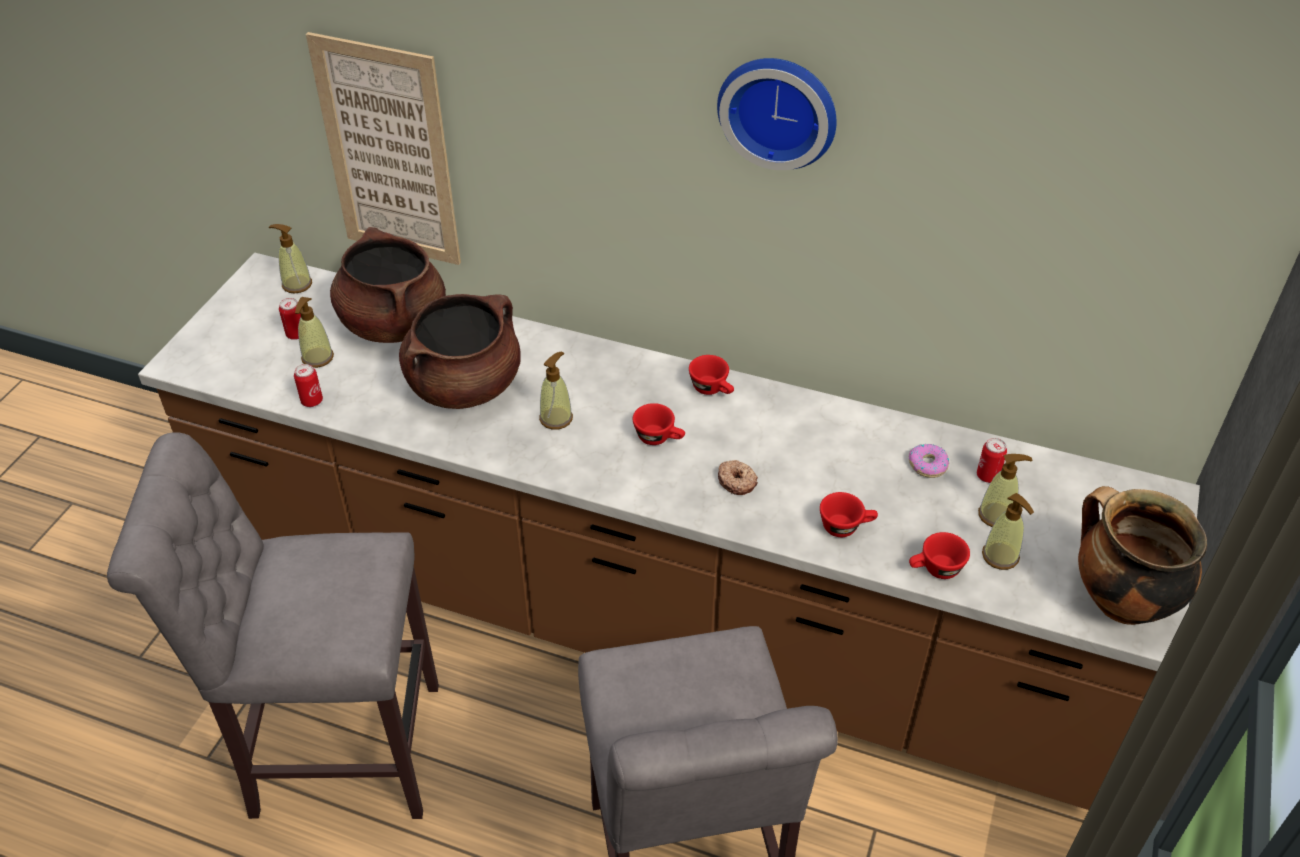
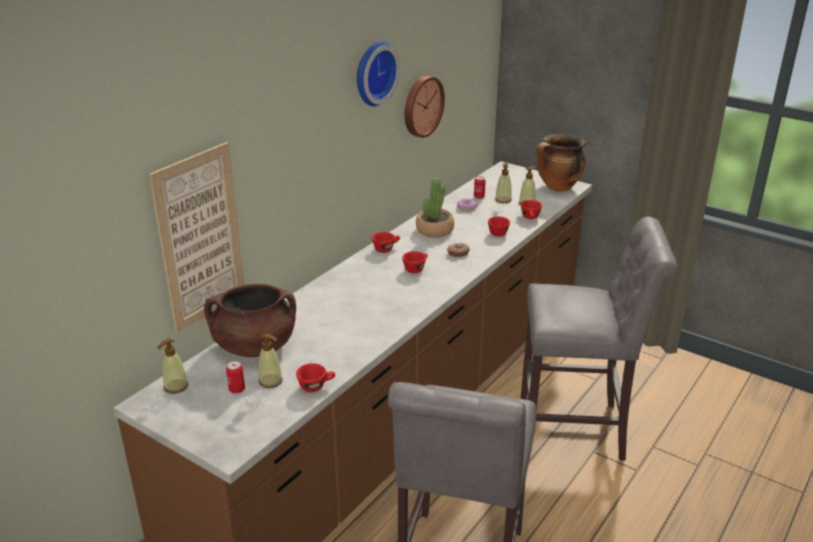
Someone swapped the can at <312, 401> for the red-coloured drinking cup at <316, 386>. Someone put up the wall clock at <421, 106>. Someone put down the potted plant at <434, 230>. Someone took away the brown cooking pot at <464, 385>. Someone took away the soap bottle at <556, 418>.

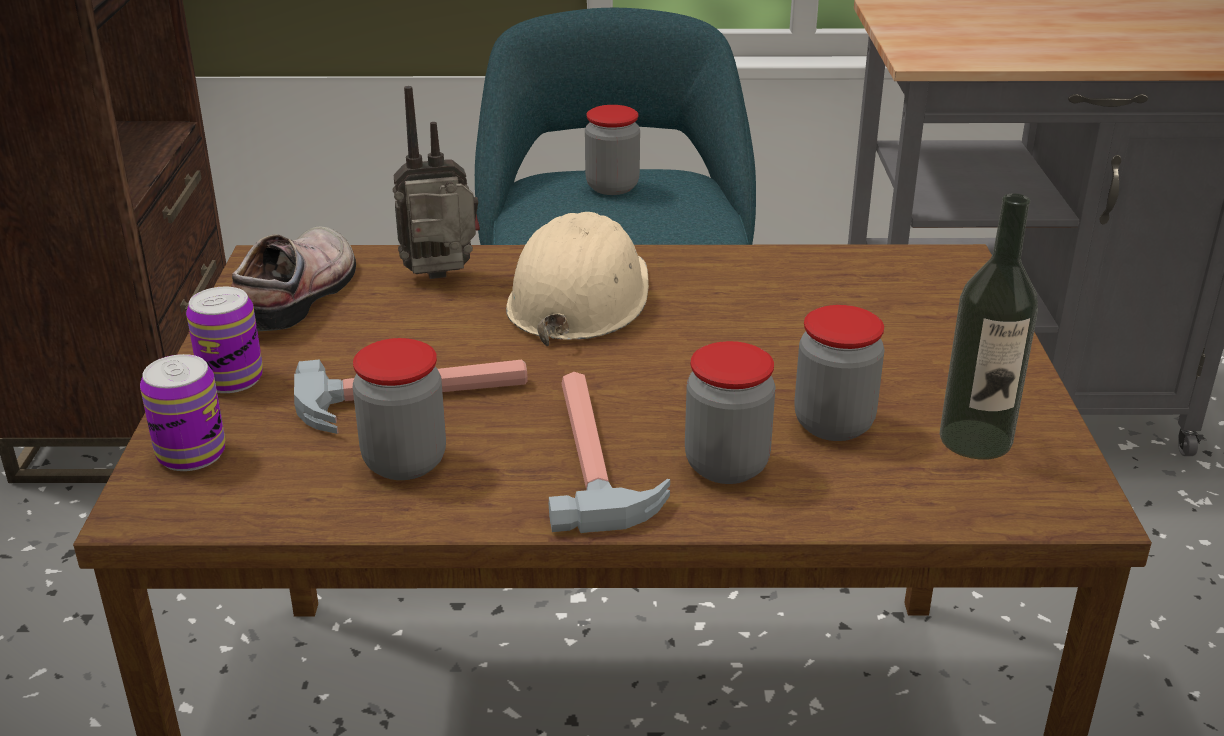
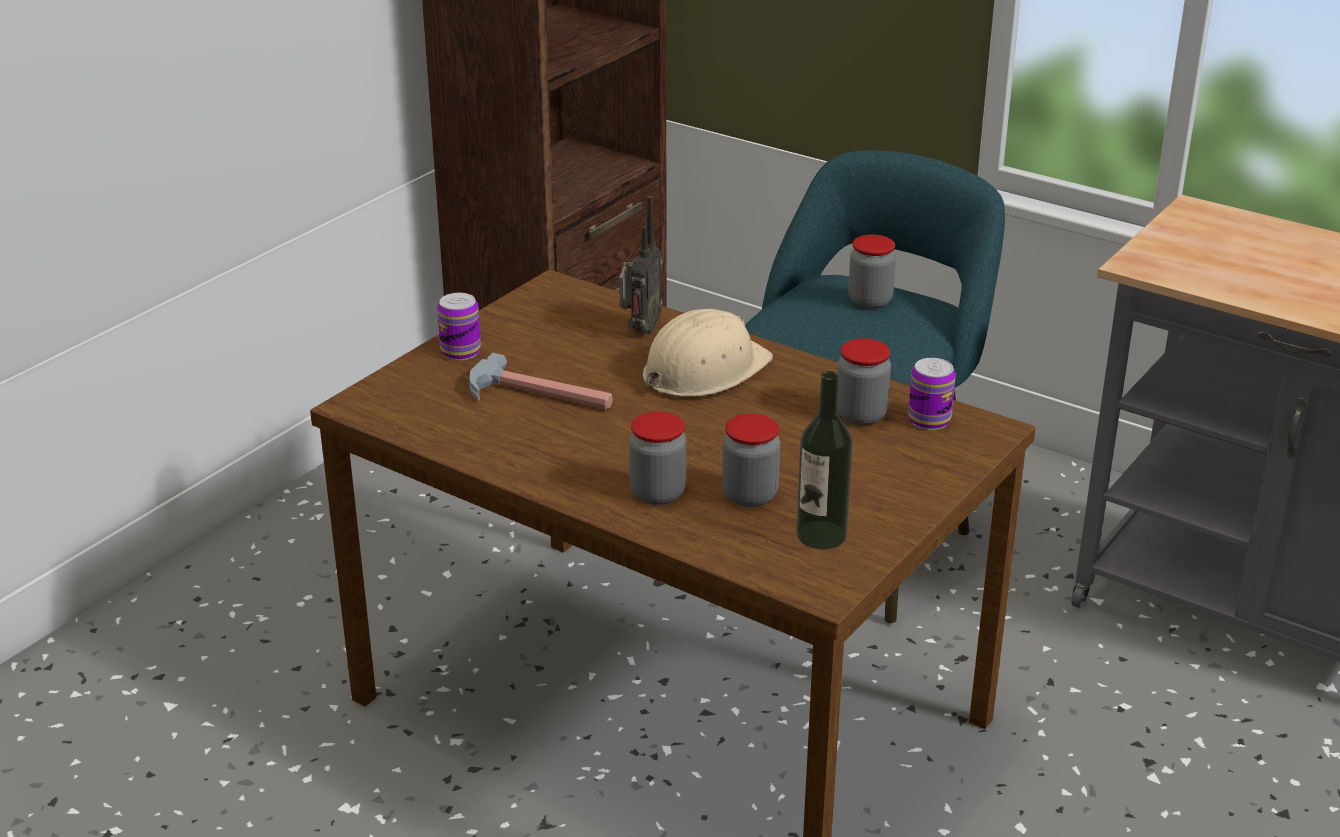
Someone rotated the radio at <443, 279> by 90 degrees clockwise. Someone carried the preserve jar from <405, 462> to <861, 415>. Someone carried the can from <191, 454> to <929, 420>. Someone took away the shoe at <301, 295>. Someone took away the tool hammer at <597, 456>.

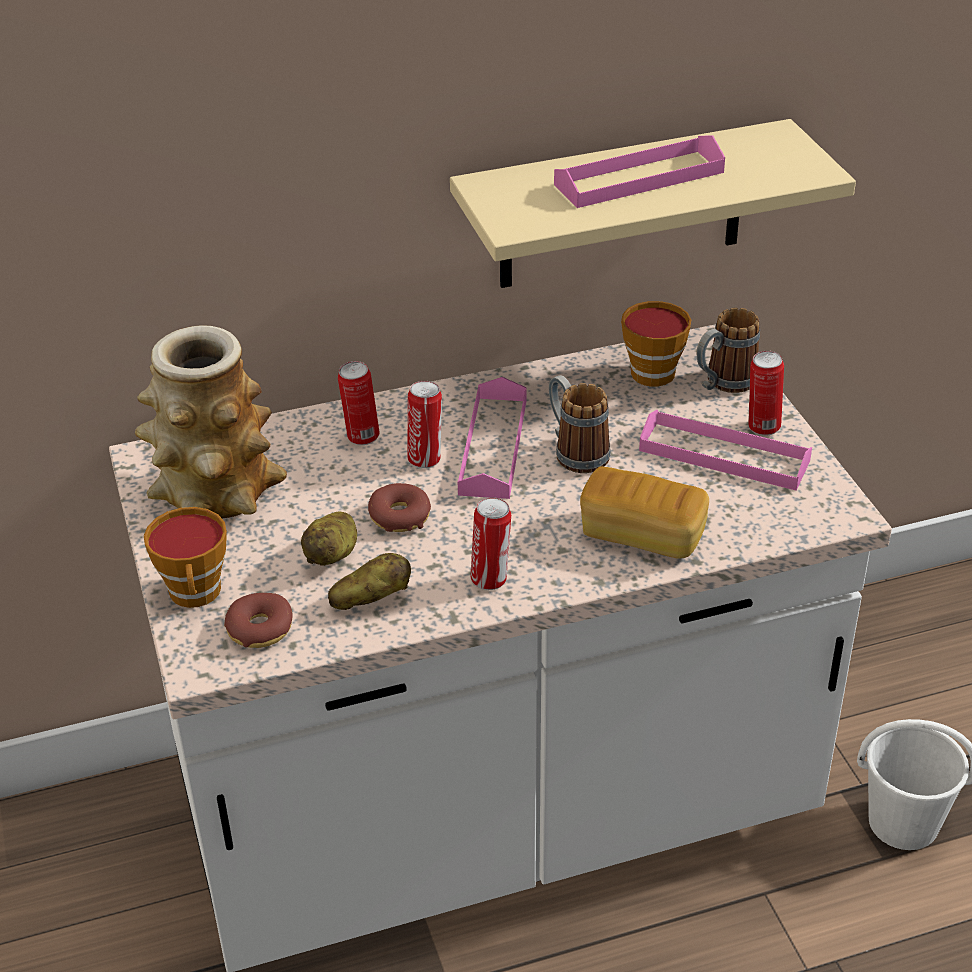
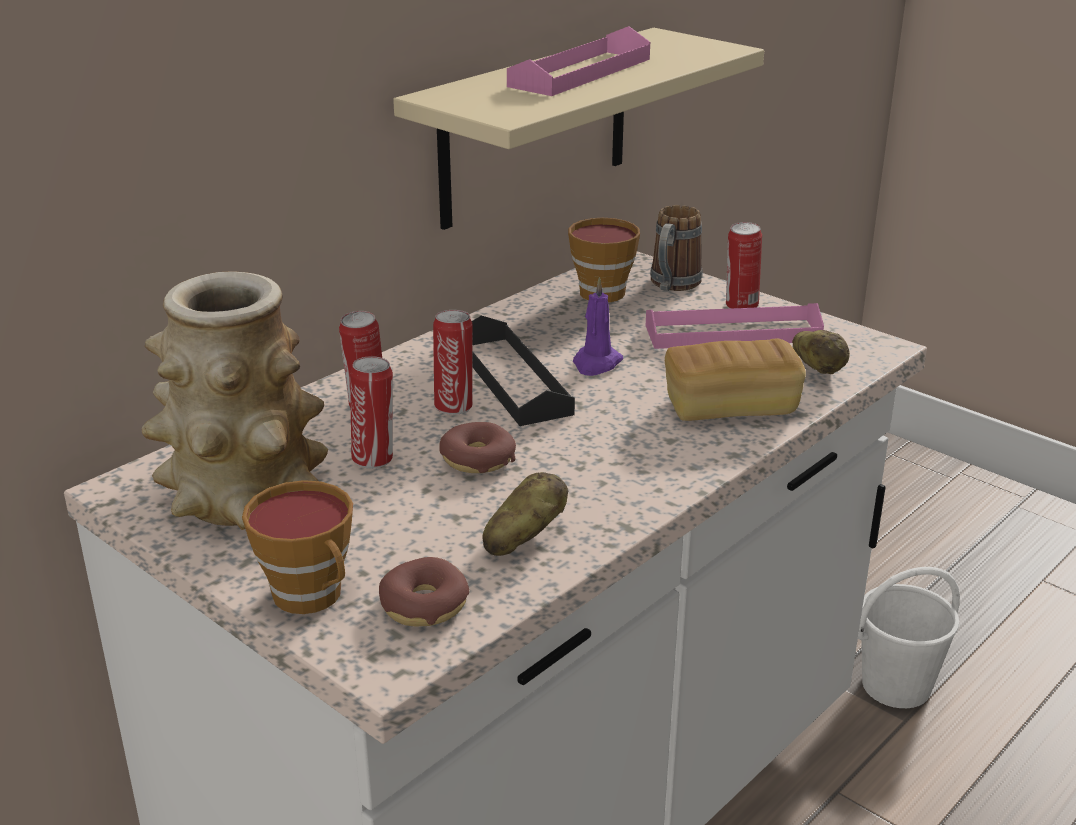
Someone carried the can from <491, 579> to <374, 459>. Someone repainted the pink-coloured serving tray at <493, 446>, which became the blackish serving tray at <512, 379>. Someone swapped the mug at <575, 451> for the purplish wax candle at <596, 363>. Someone carried the spud from <333, 554> to <818, 371>.

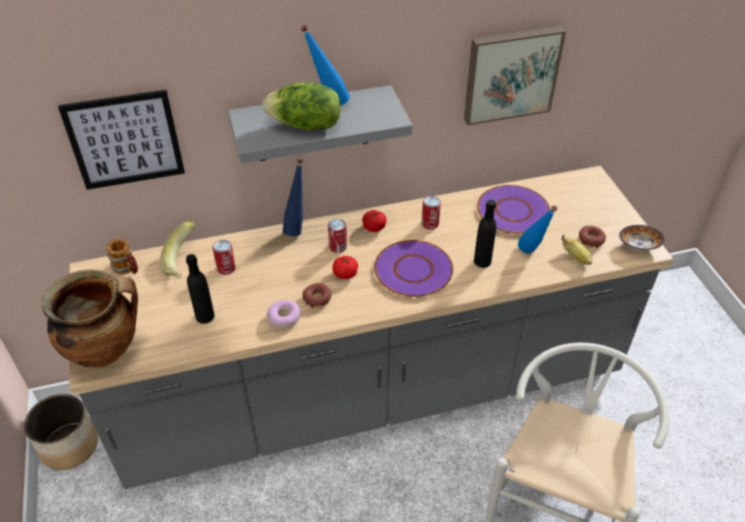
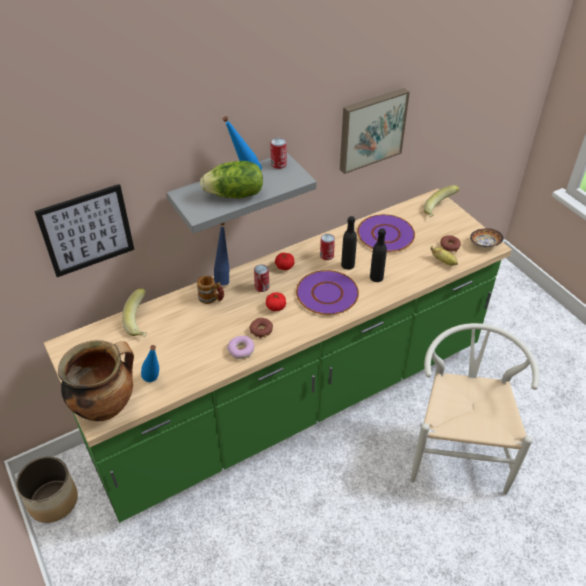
Someone repainted the grey kitchen base unit at <372, 392>, which became the greenish kitchen base unit at <293, 400>. Someone carried the bluish drink bottle from <532, 254> to <155, 382>. Someone carried the mug from <127, 268> to <211, 298>. Someone carried the can from <226, 268> to <278, 164>. Someone carried the blackish drink bottle from <205, 316> to <347, 265>. Someone put down the banana fruit at <439, 210>.

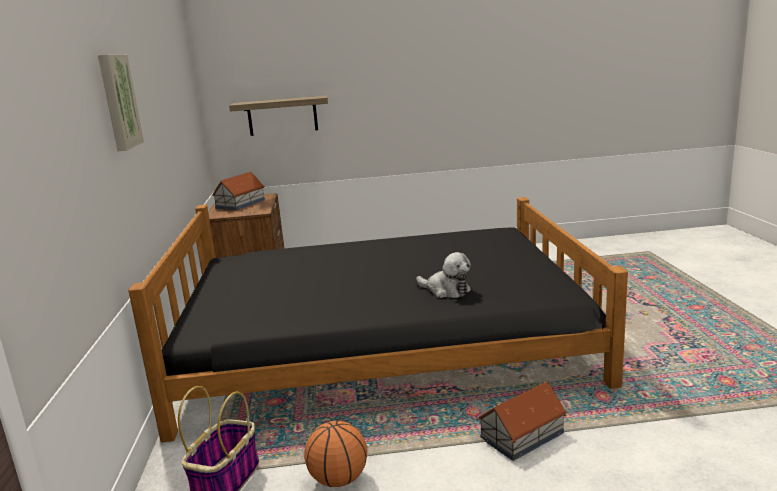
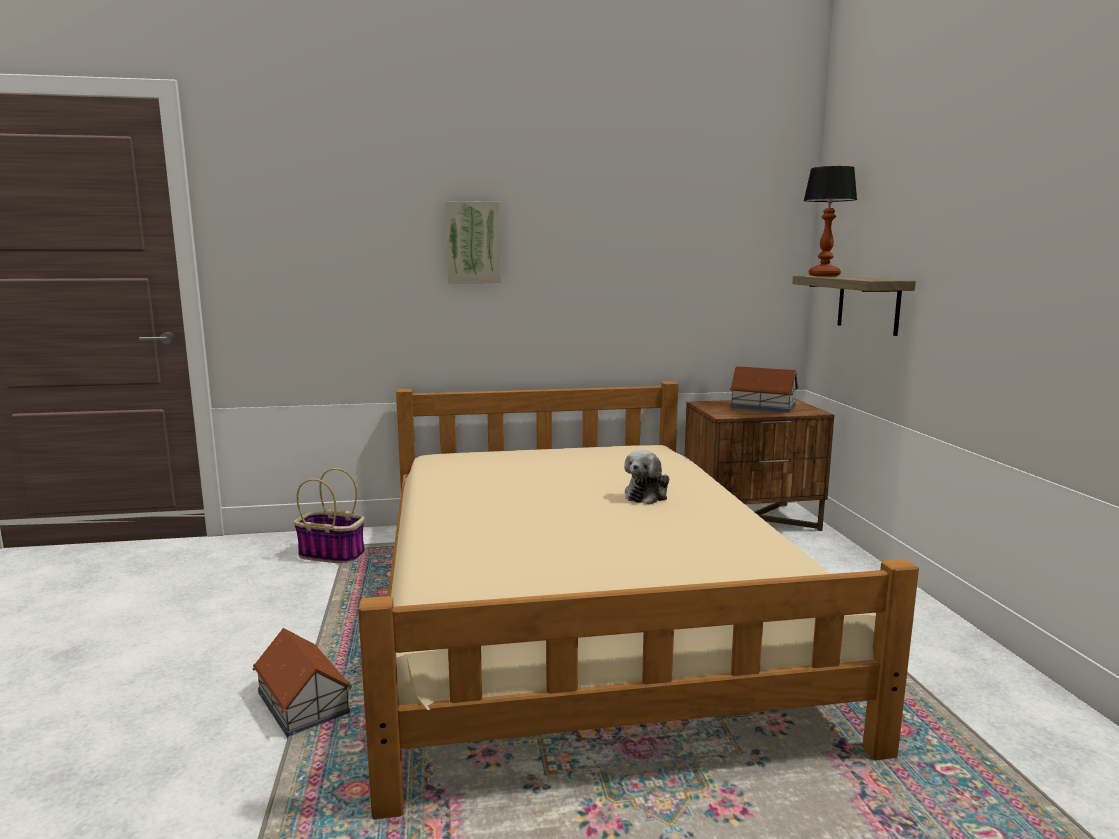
Someone repainted the blackish bed at <384, 343>, which became the beige-coloured bed at <579, 609>. Someone carried the plush toy from <446, 290> to <648, 495>. Someone put down the table lamp at <824, 275>. Someone took away the ball for basketball at <339, 479>.

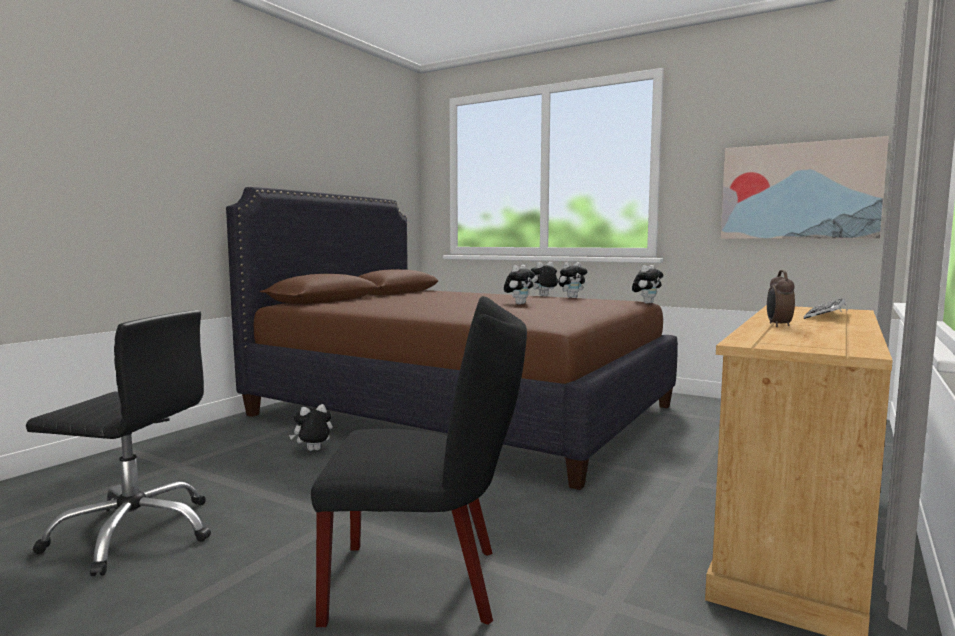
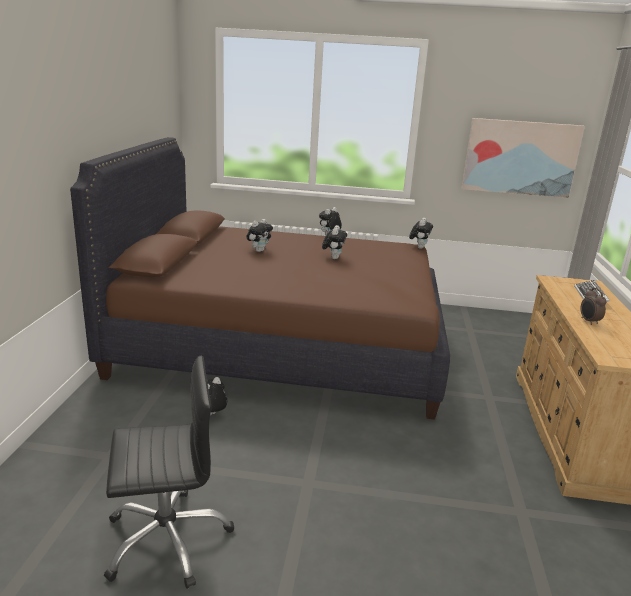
Someone carried the plush toy from <572, 297> to <259, 250>. Someone took away the blackish chair at <427, 583>.

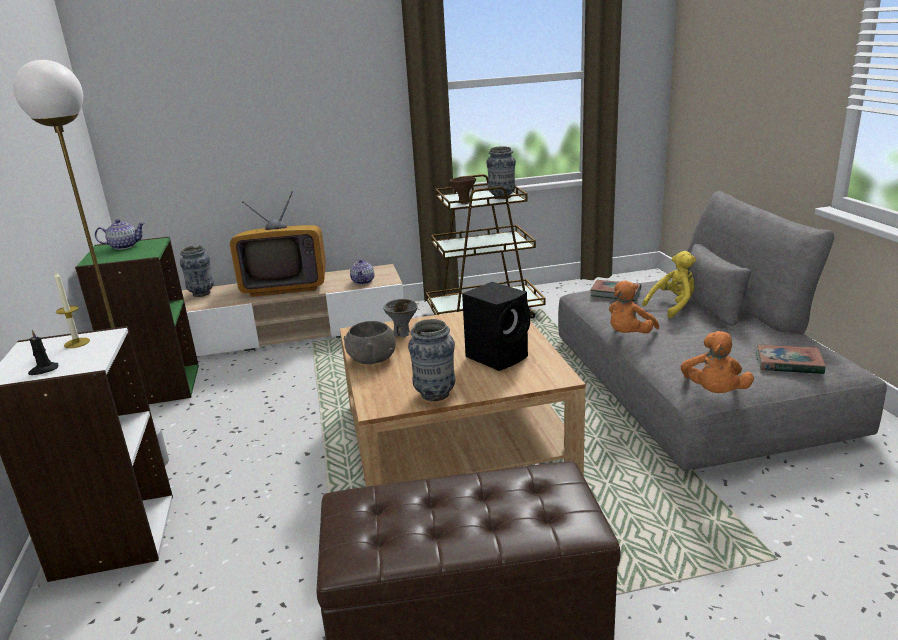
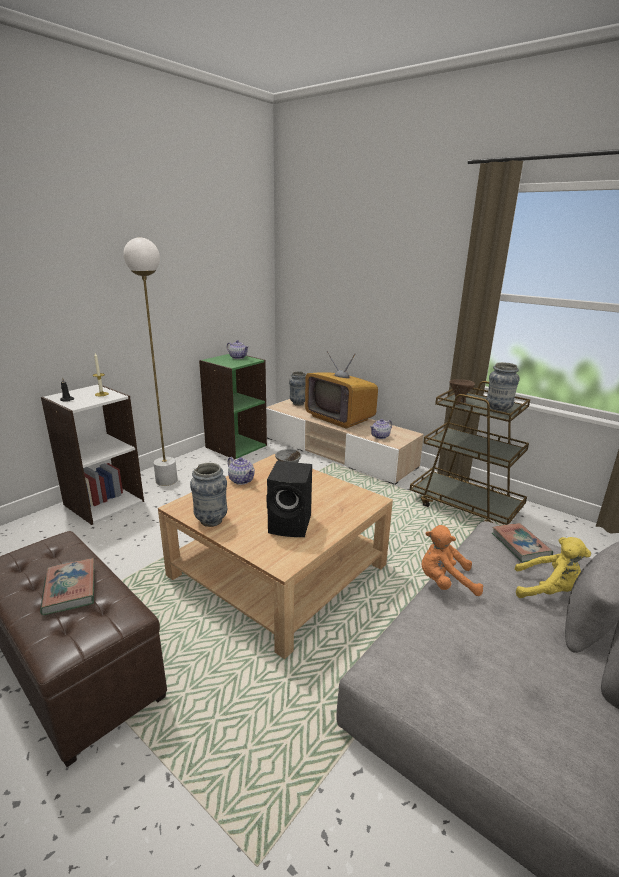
Someone carried the book from <788, 363> to <70, 589>. Someone swapped the grey serving bowl at <372, 359> for the pot for tea at <241, 480>. Someone took away the orange-coloured plush toy at <714, 393>.

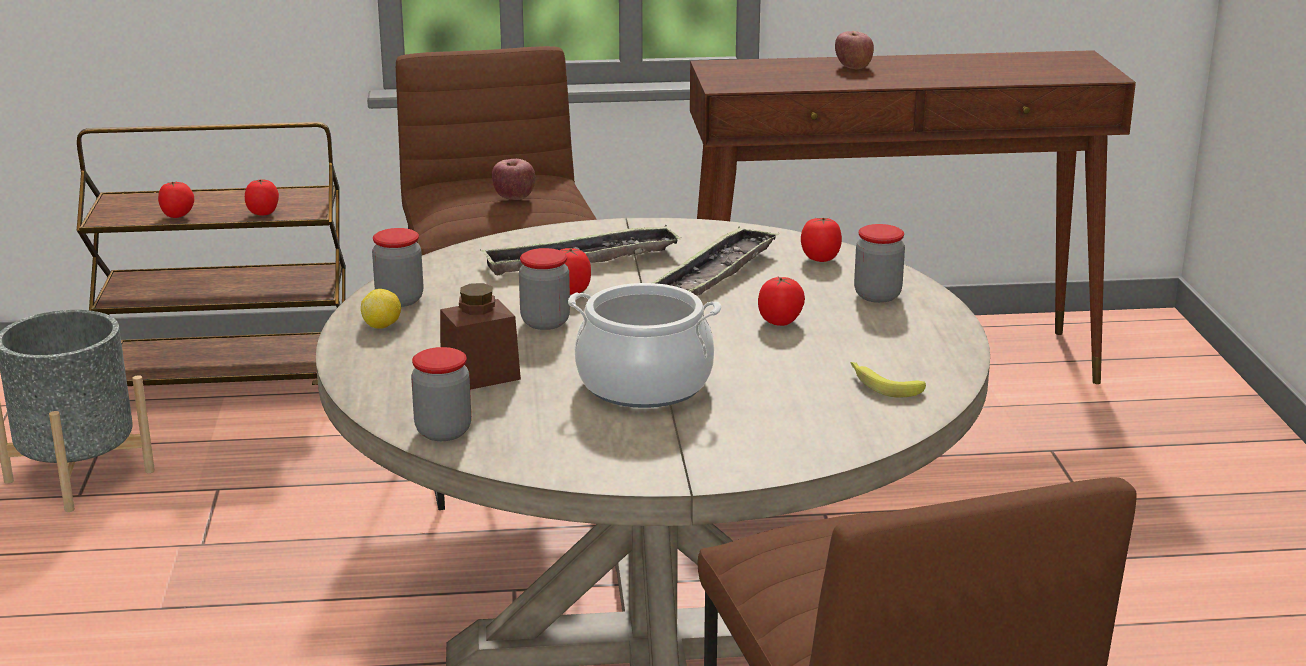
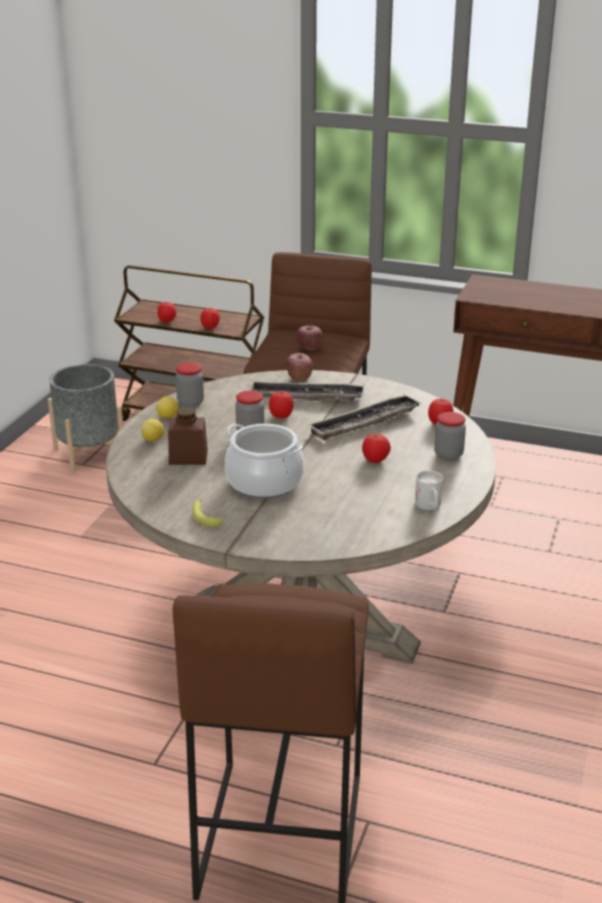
Someone put down the whole lemon at <153, 440>. Someone carried the banana fruit from <882, 385> to <205, 515>. Someone carried the apple fruit from <853, 67> to <299, 378>. Someone put down the white-coloured mug at <429, 506>. Someone took away the preserve jar at <443, 431>.

